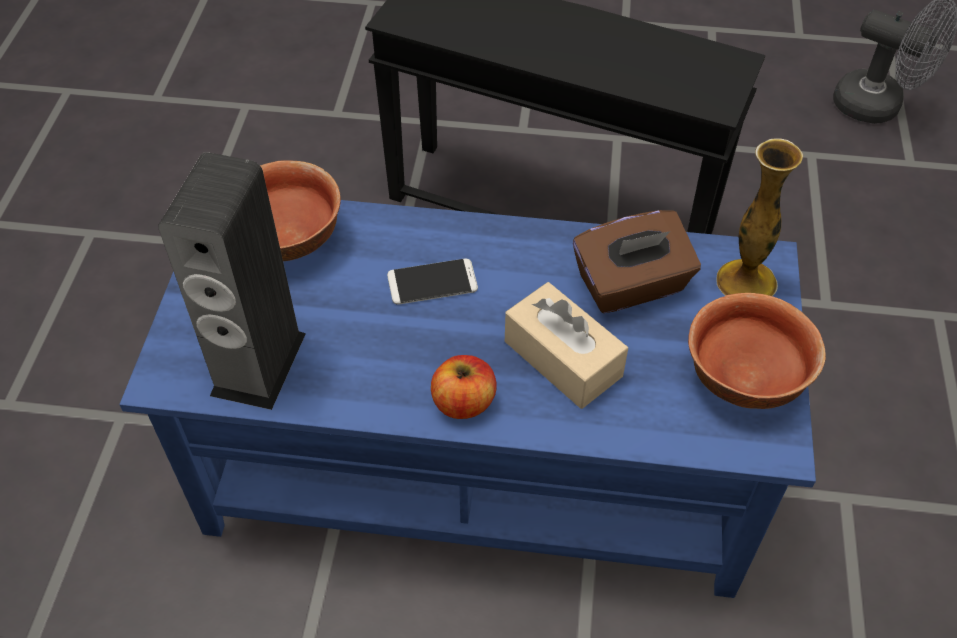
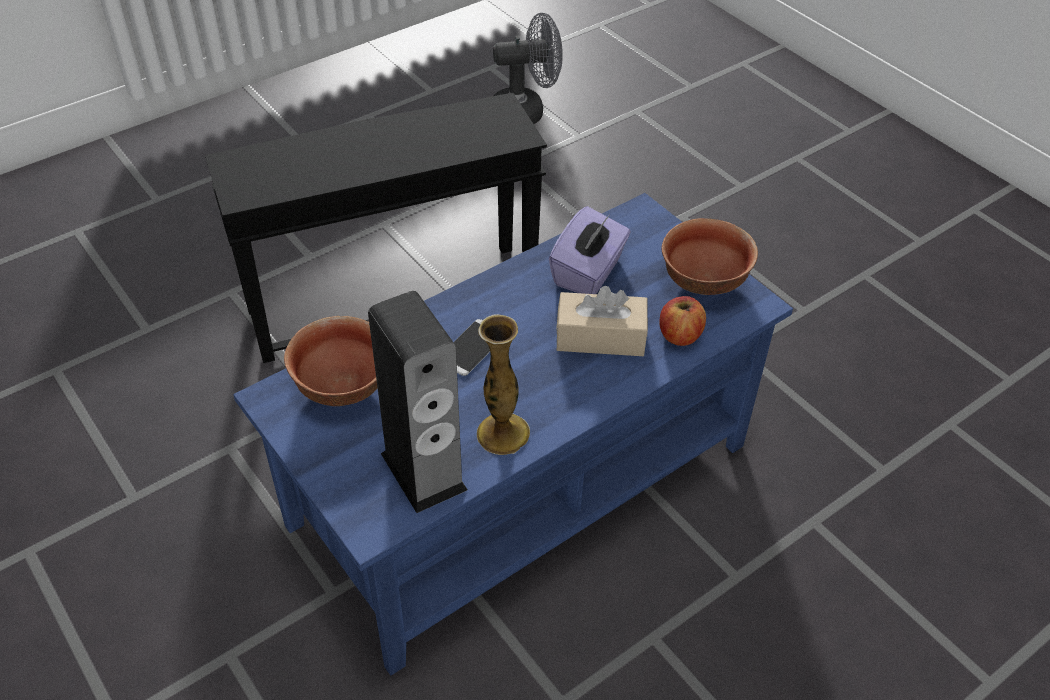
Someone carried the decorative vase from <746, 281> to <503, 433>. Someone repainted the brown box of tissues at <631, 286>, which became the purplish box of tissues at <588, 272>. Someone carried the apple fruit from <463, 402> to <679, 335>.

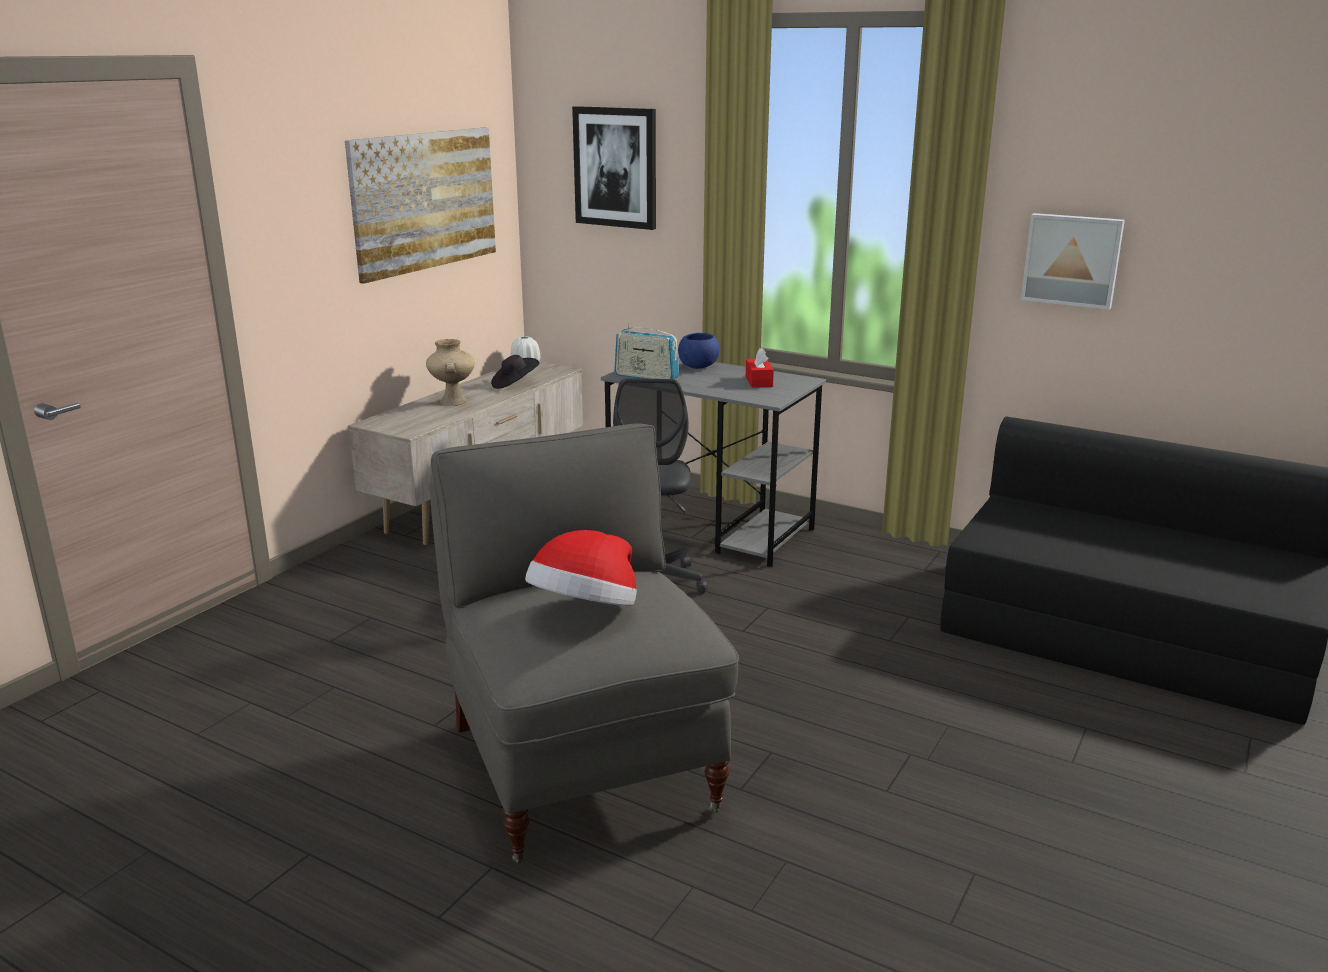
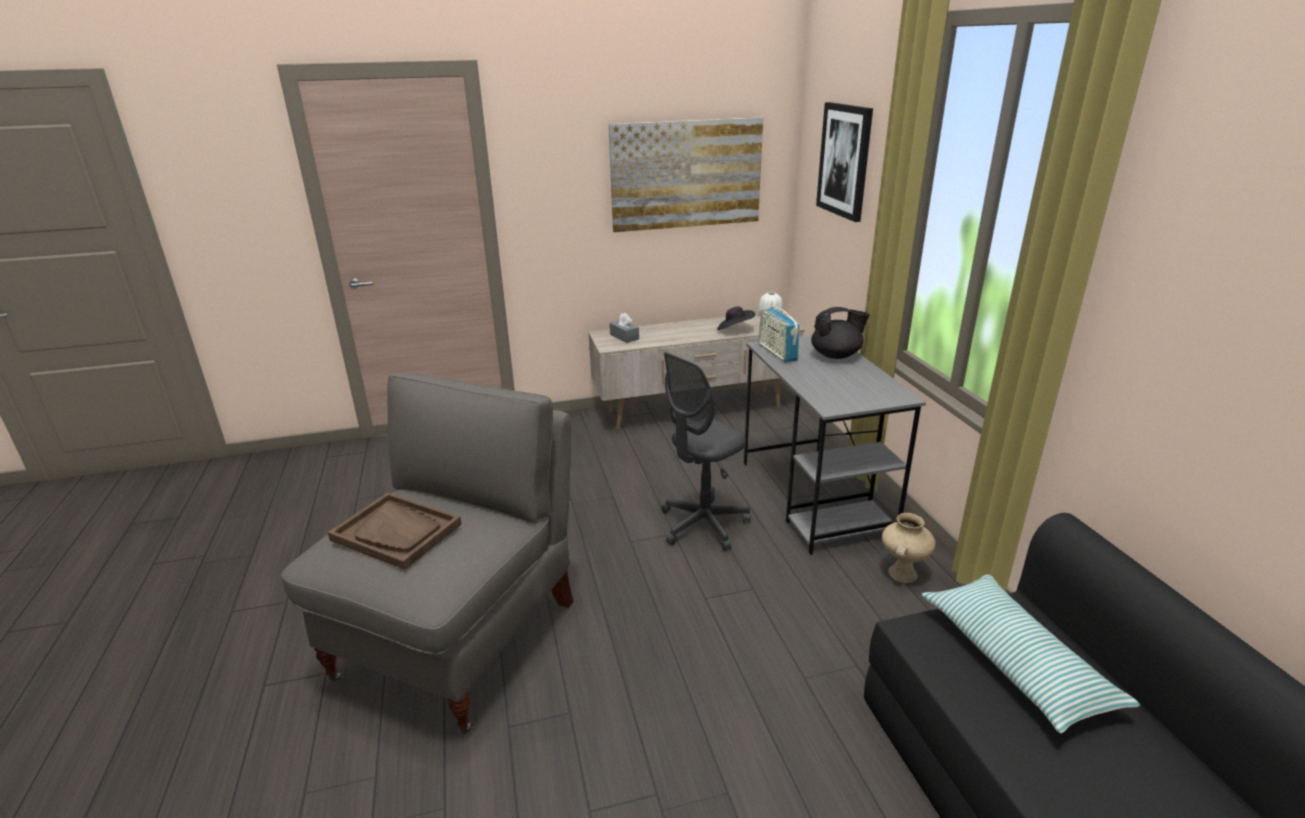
Someone swapped the clothing hat at <585, 612> for the brown serving tray at <397, 532>. Someone put down the grey box of tissues at <624, 337>. Someone swapped the bluish serving bowl at <699, 367> for the blackish pot for tea at <836, 355>. Someone carried the beige-coloured decorative vase from <452, 401> to <902, 573>. Someone put down the throw pillow at <1015, 660>. Someone took away the red-coloured box of tissues at <759, 381>. Someone took away the wall picture at <1072, 260>.

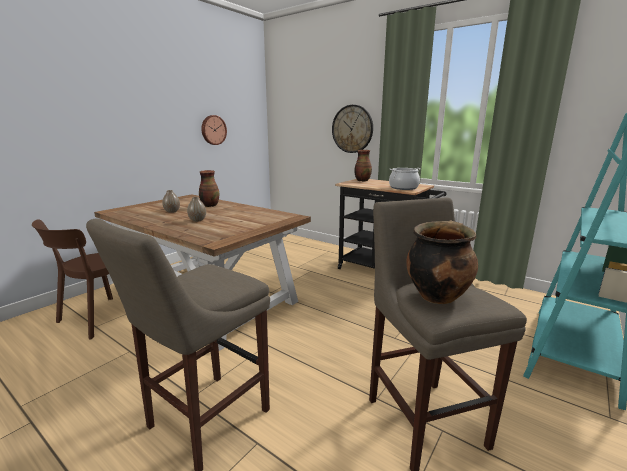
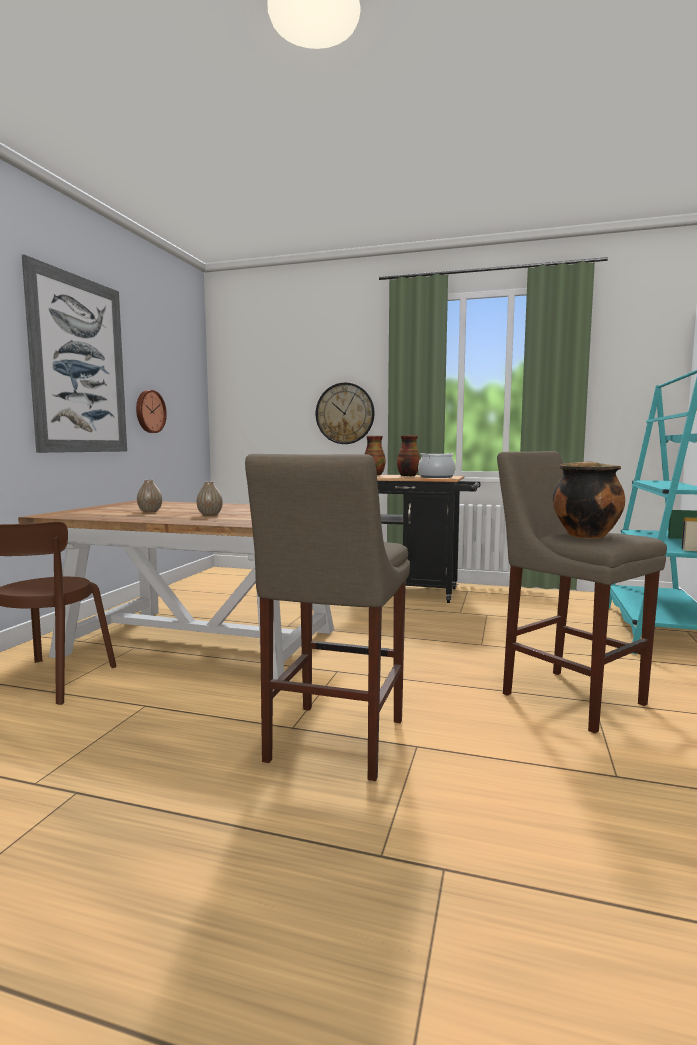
Someone put up the wall picture at <79, 365>. Someone carried the decorative vase from <209, 205> to <407, 476>.

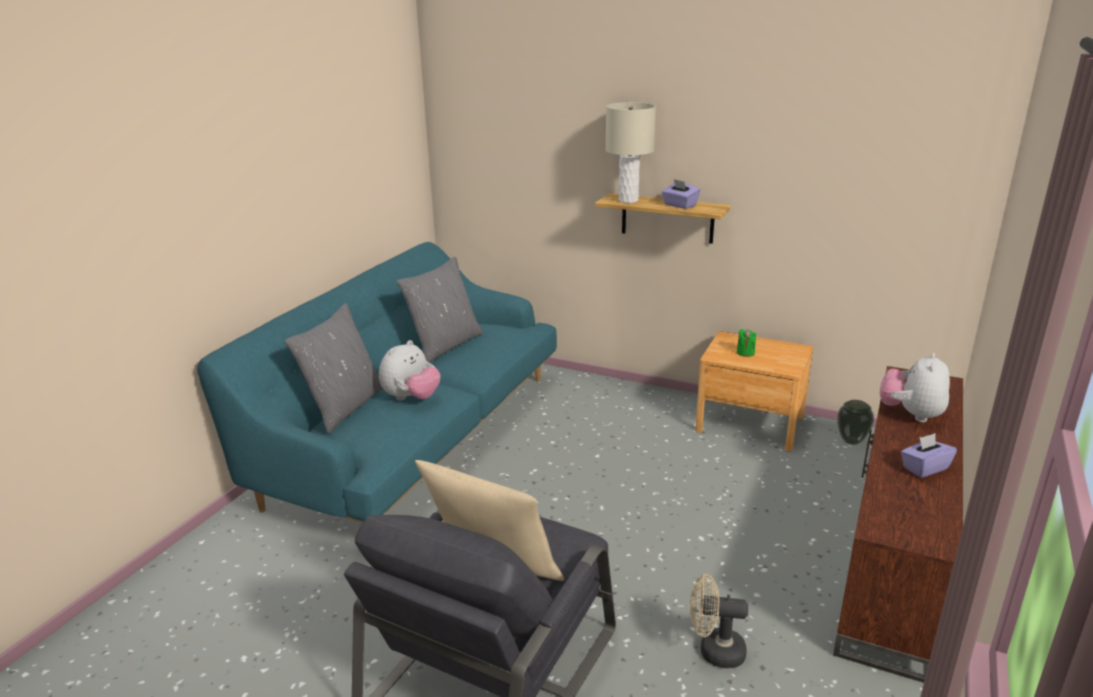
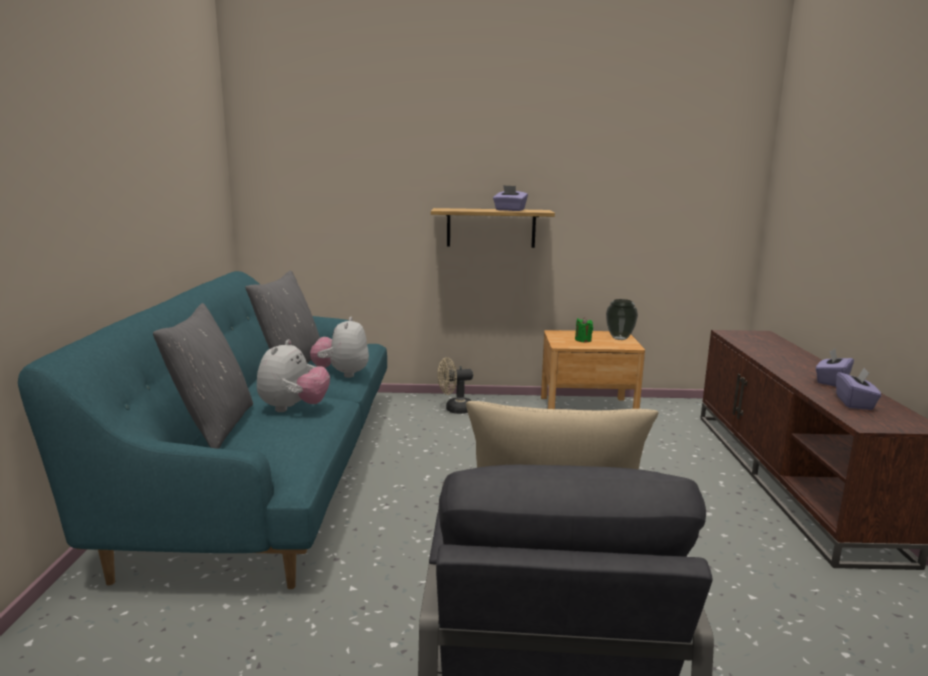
Someone carried the plush toy from <911, 414> to <342, 374>. Someone carried the beige-coloured fan from <714, 651> to <455, 409>. Someone carried the decorative vase from <851, 441> to <620, 338>. Someone put down the purplish box of tissues at <855, 403>. Someone took away the beige-coloured table lamp at <628, 200>.

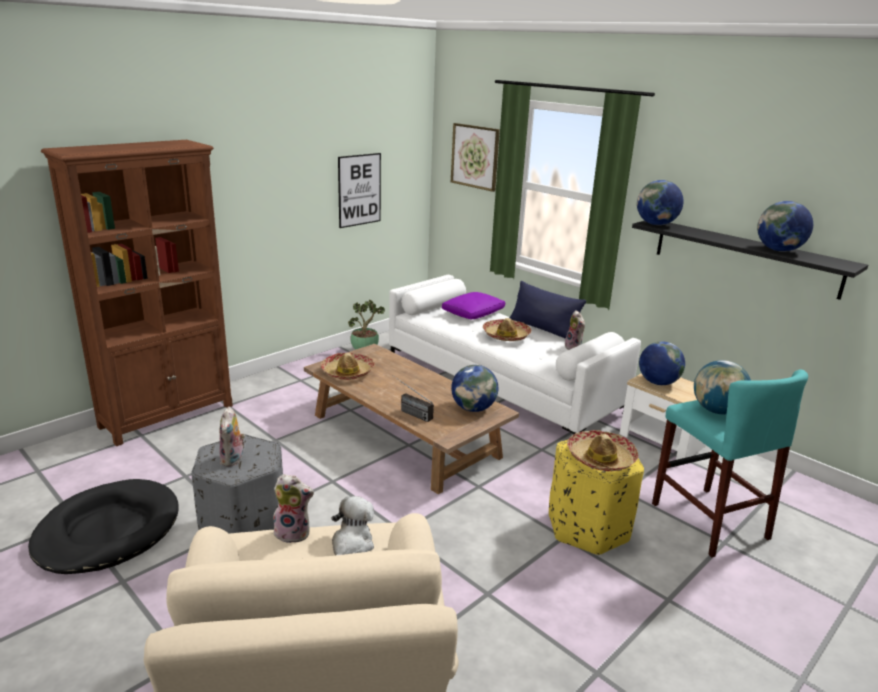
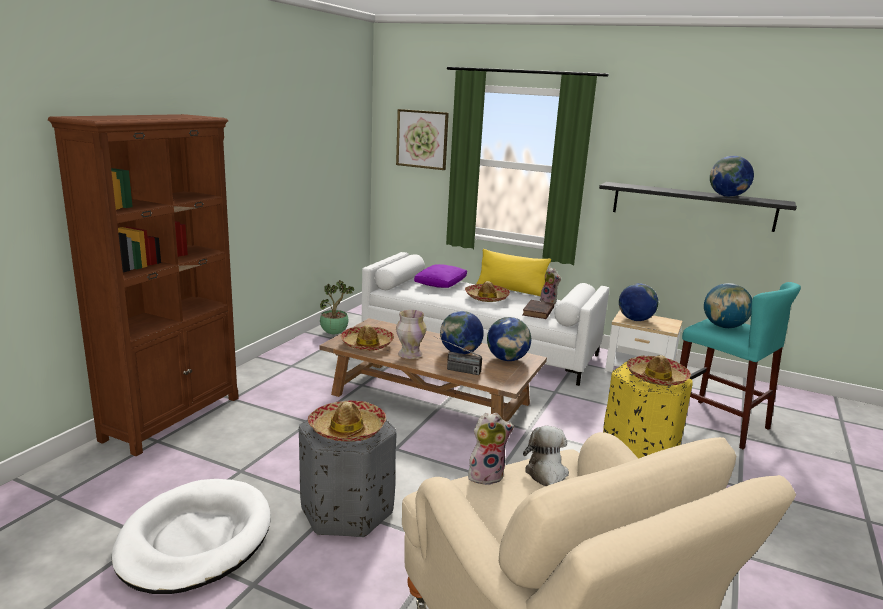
Someone repainted the blackish dog bed at <108, 531>, which became the white-coloured dog bed at <195, 540>. Someone swapped the plush toy at <233, 460> for the clothing hat at <347, 429>. Someone put down the decorative vase at <409, 355>. Someone carried the desk globe from <656, 224> to <460, 352>. Someone repainted the bluish throw pillow at <543, 329>, which became the yellowish throw pillow at <511, 290>. Someone put down the brown book at <537, 312>. Someone took away the wall picture at <359, 190>.

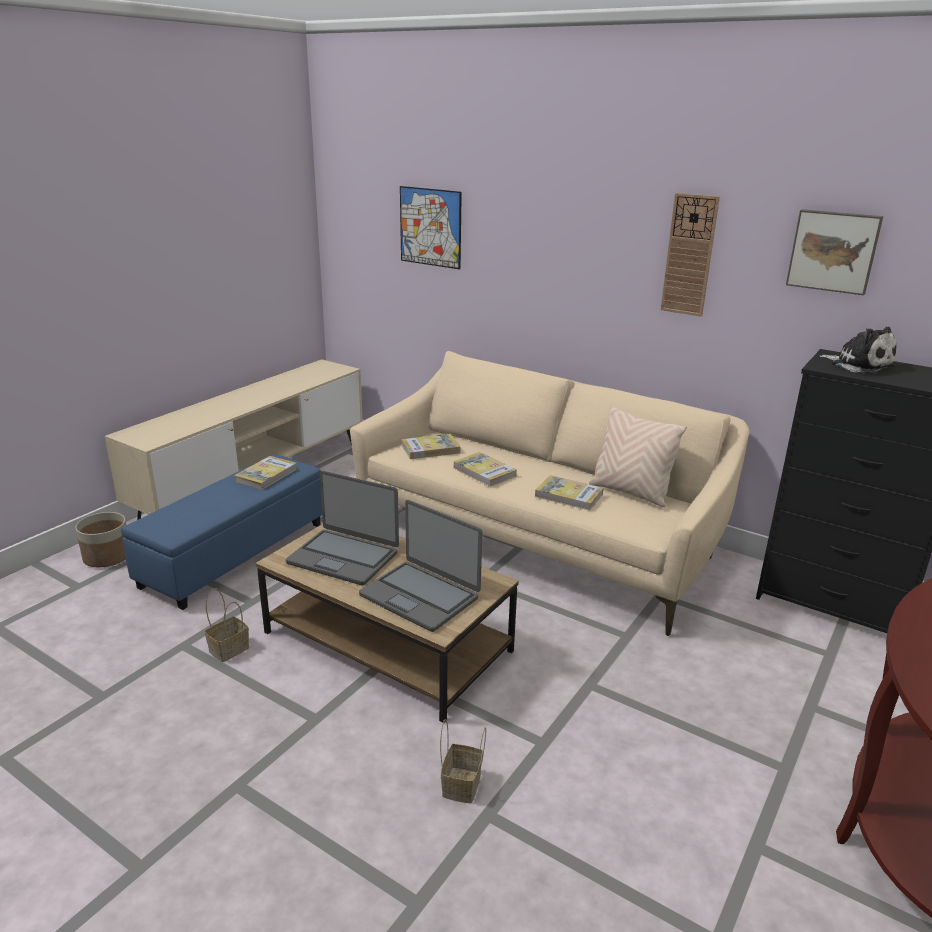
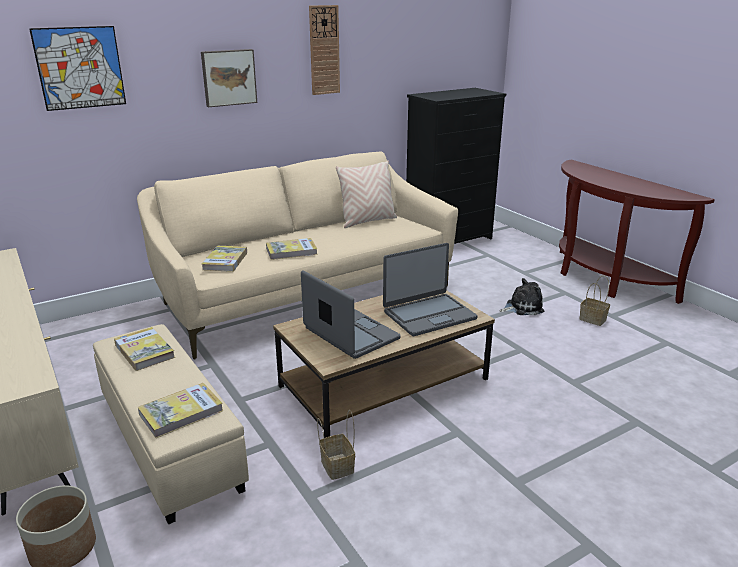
Someone repainted the bluish pouffe at <234, 554>, which became the beige-coloured pouffe at <168, 443>. Someone carried the book from <568, 495> to <181, 412>. Someone carried the wall picture from <833, 251> to <228, 77>. Someone rotated the notebook computer at <344, 557> by 90 degrees counterclockwise. Someone carried the plush toy from <859, 365> to <522, 307>. Someone carried the storage basket from <462, 786> to <593, 319>.

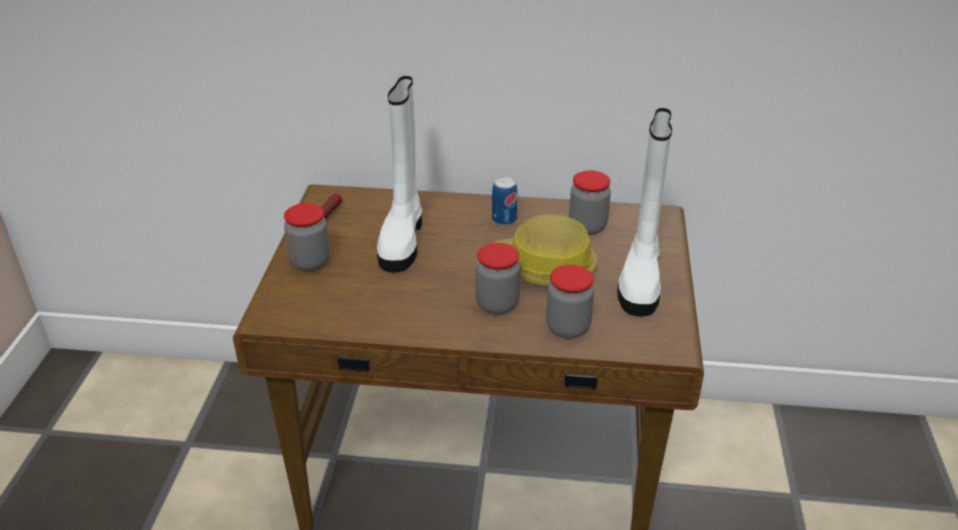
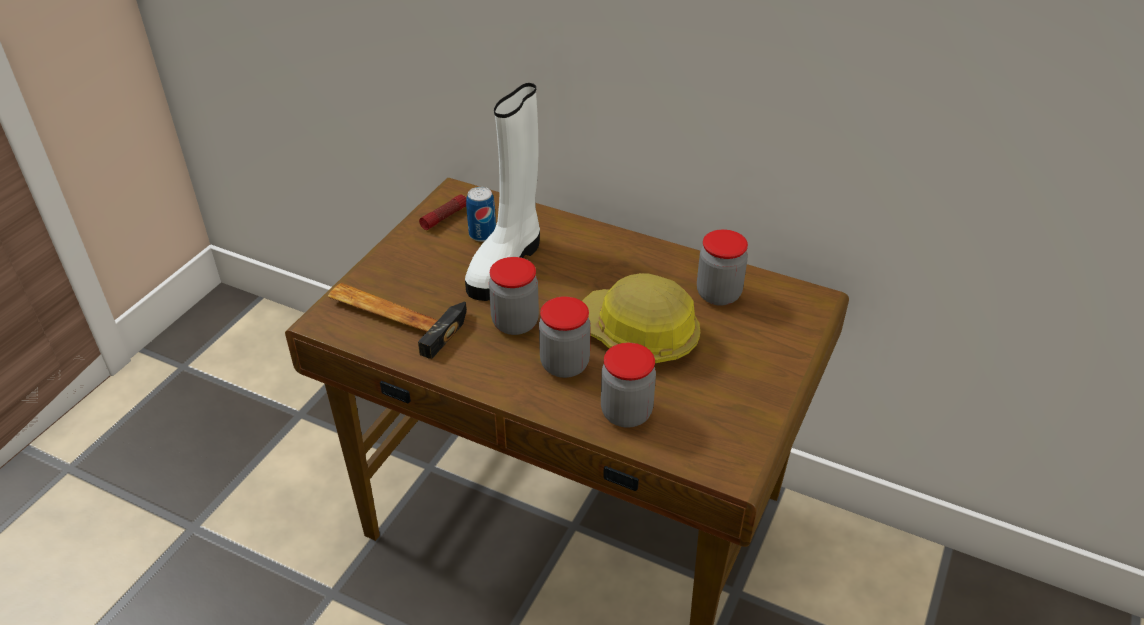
Someone put down the tool hammer at <394, 314>. Someone carried the can from <504, 220> to <482, 234>. Someone carried the preserve jar from <310, 262> to <515, 323>. Someone took away the white-coloured boot at <640, 280>.

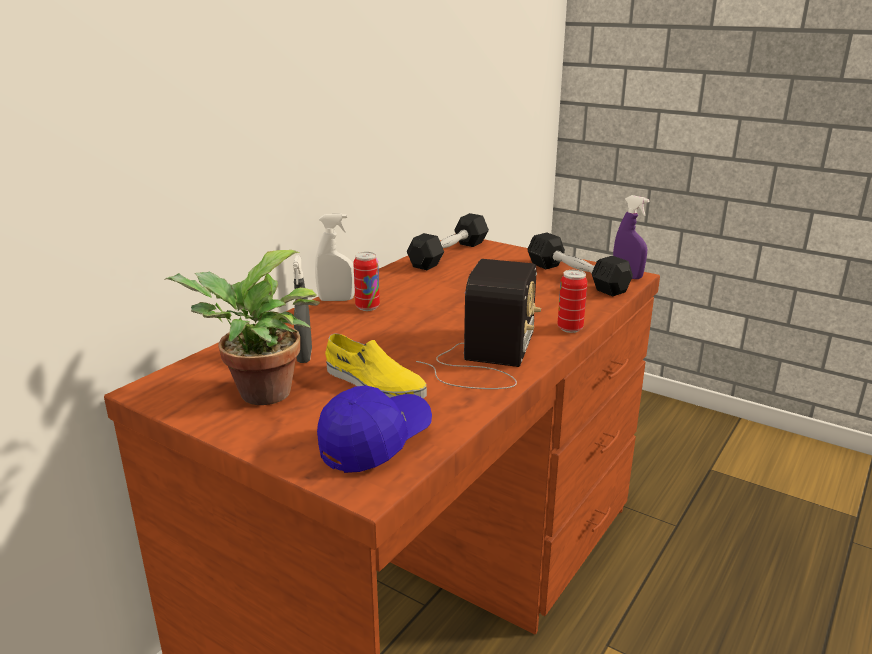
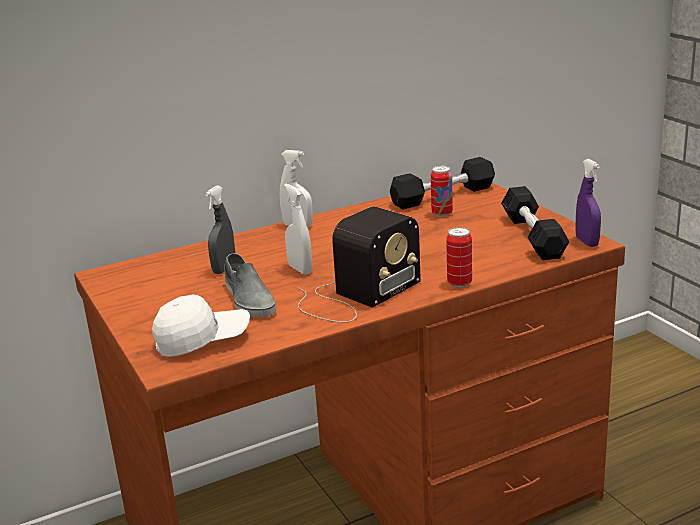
Someone repainted the bluish baseball cap at <375, 442>, which became the white-coloured baseball cap at <202, 340>. Someone repainted the yellowish shoe at <374, 384>, which became the grey shoe at <248, 299>. Someone put down the white-coloured hand sprayer at <300, 269>. Someone carried the can from <367, 307> to <442, 214>. Someone took away the potted plant at <258, 395>.

